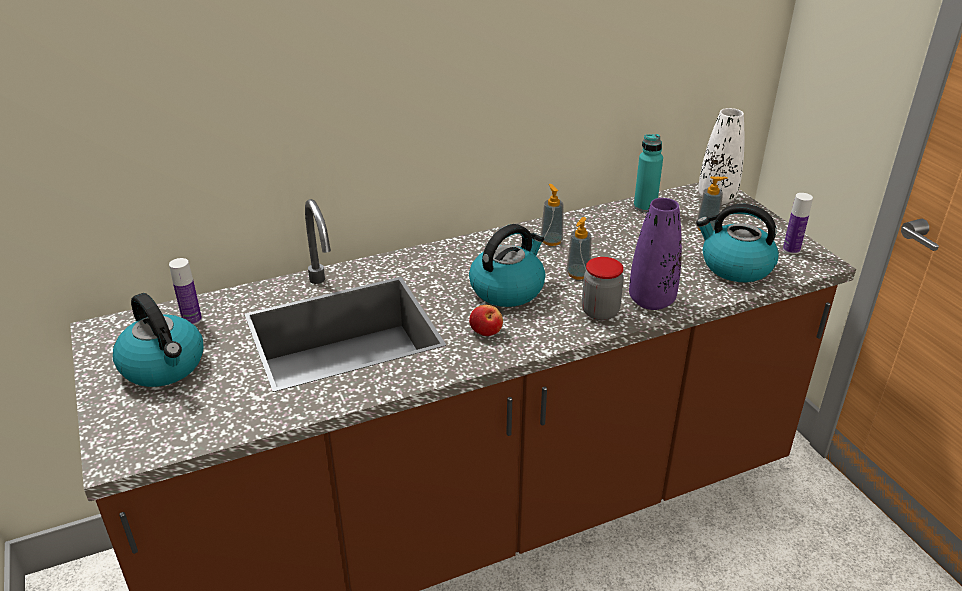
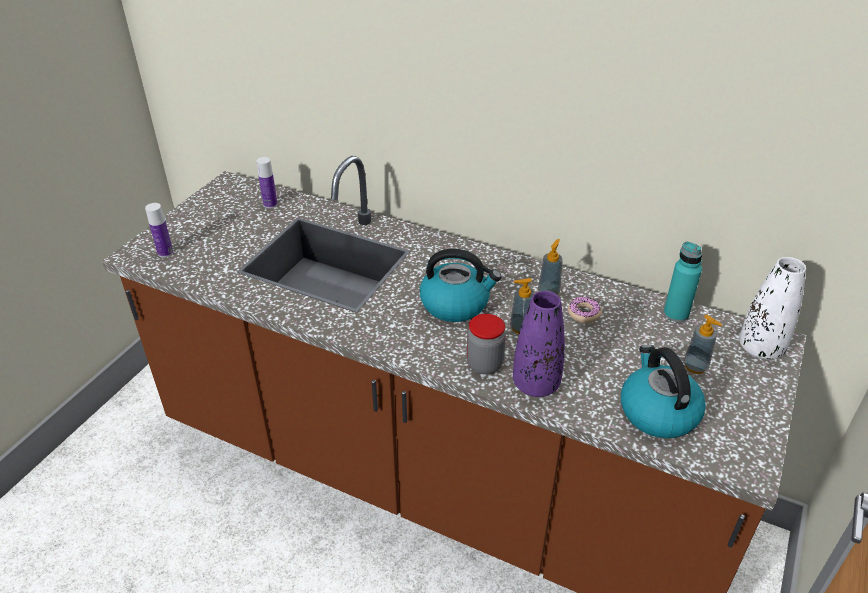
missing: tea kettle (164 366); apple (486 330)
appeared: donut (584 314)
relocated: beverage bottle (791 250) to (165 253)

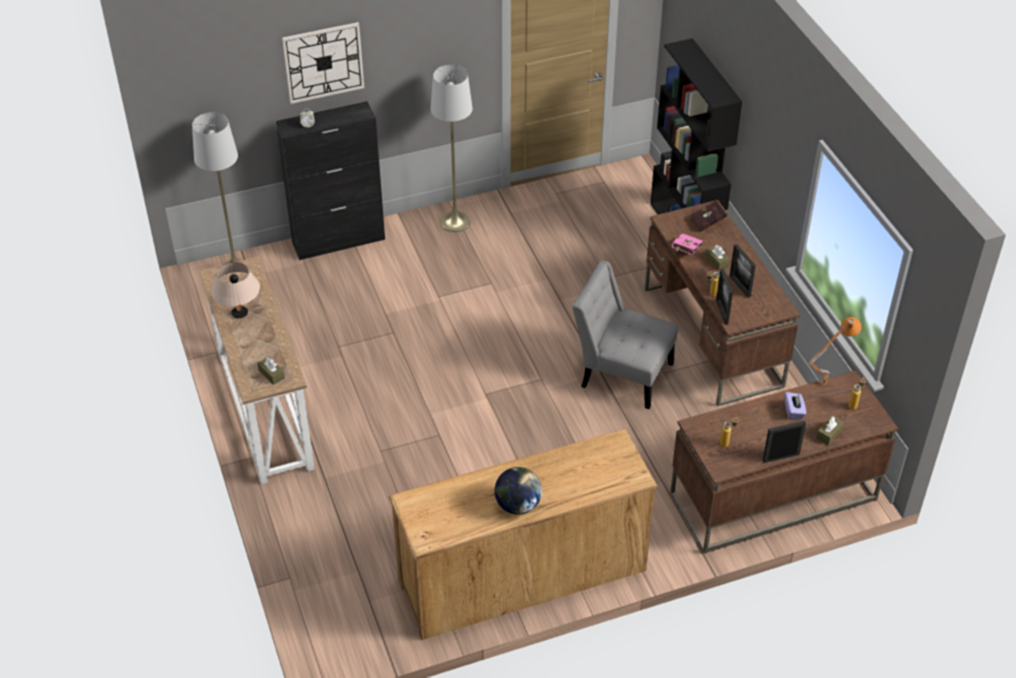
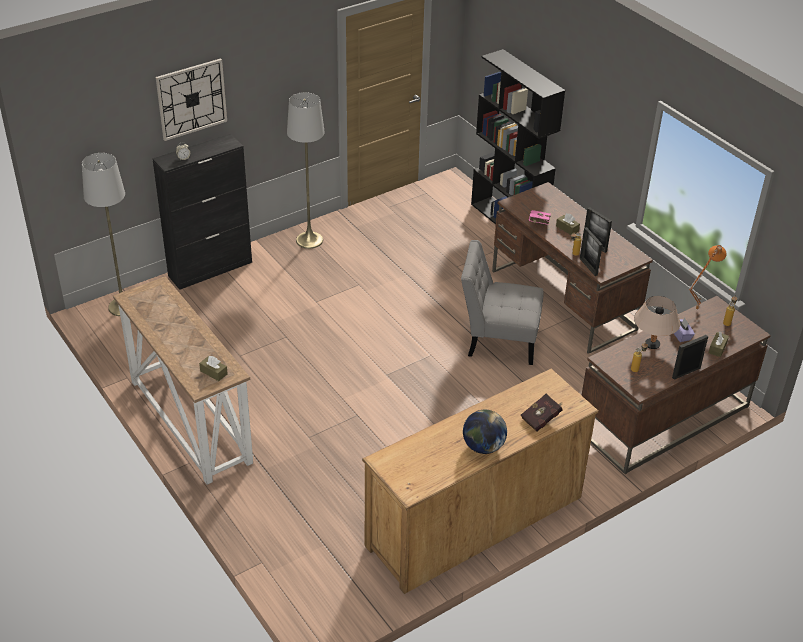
relocated: lamp for a table in beige-coloured (240 313) to (652 344); volume in red-coloured (709 223) to (542 419)

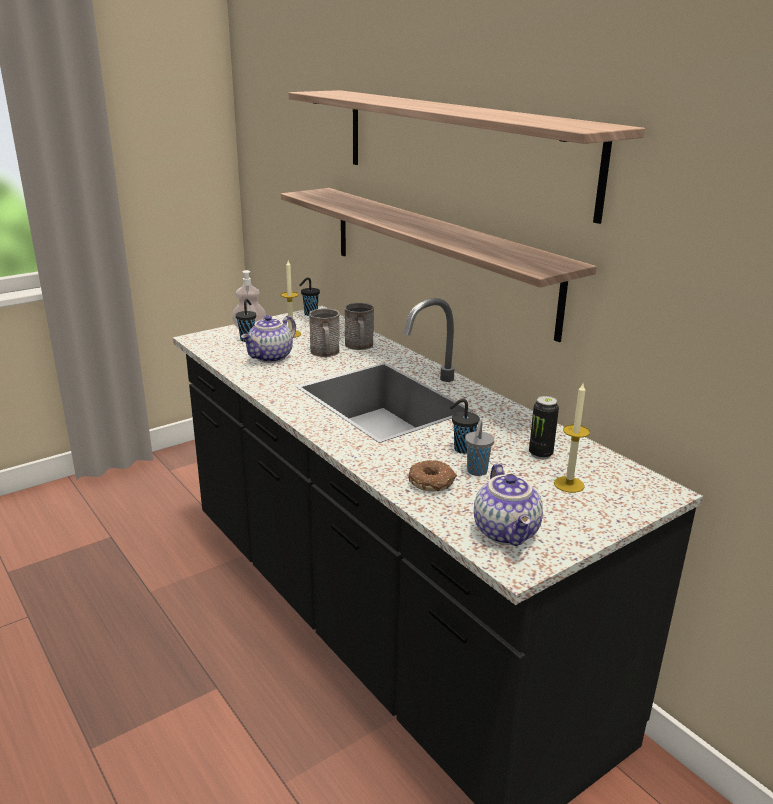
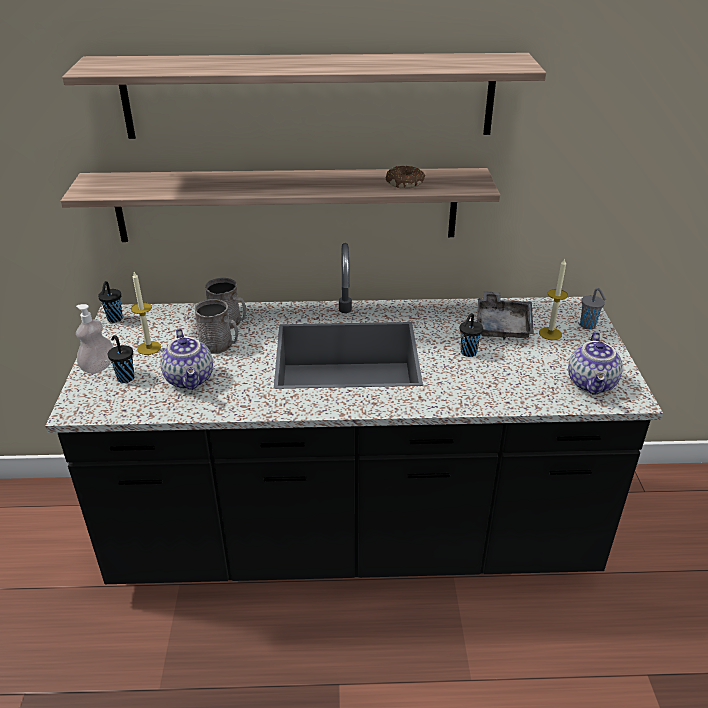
relocated: donut (432 482) to (405 183); small cup in greyish (476 472) to (588 326)
exchanged: can (540 454) to serving tray in greyish (502 325)
spun: teapot (507 532) = (592 384) 75 degrees clockwise

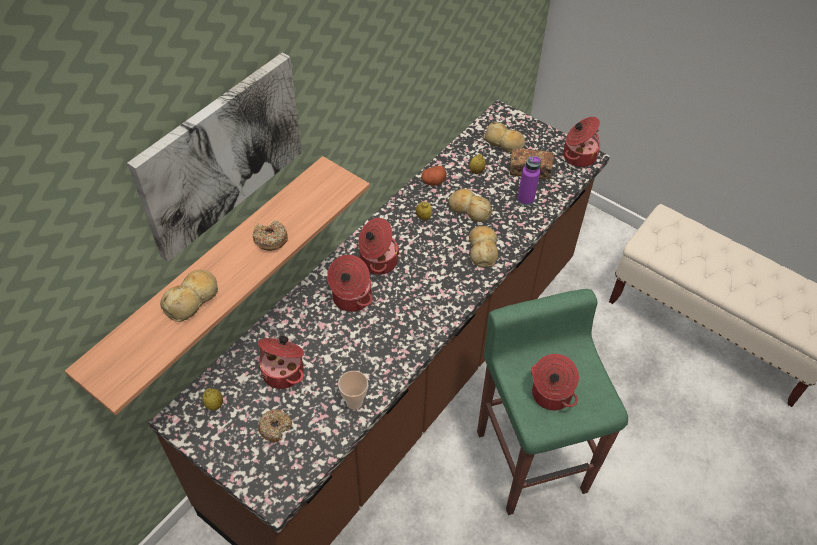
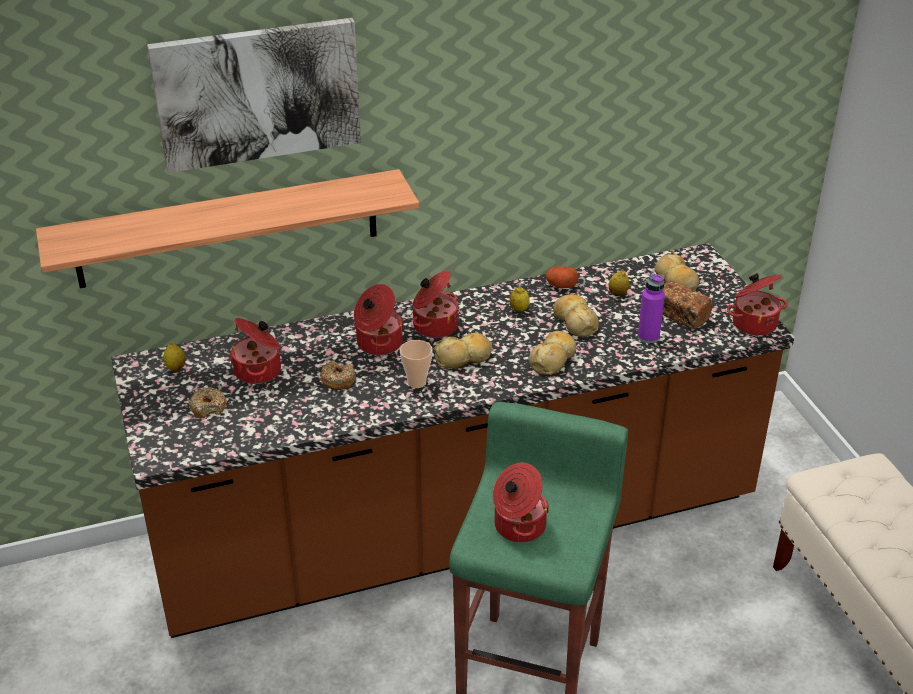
relocated: bread (192 300) to (464 358); donut (270 239) to (338 380); small cup (354 402) to (416 382)

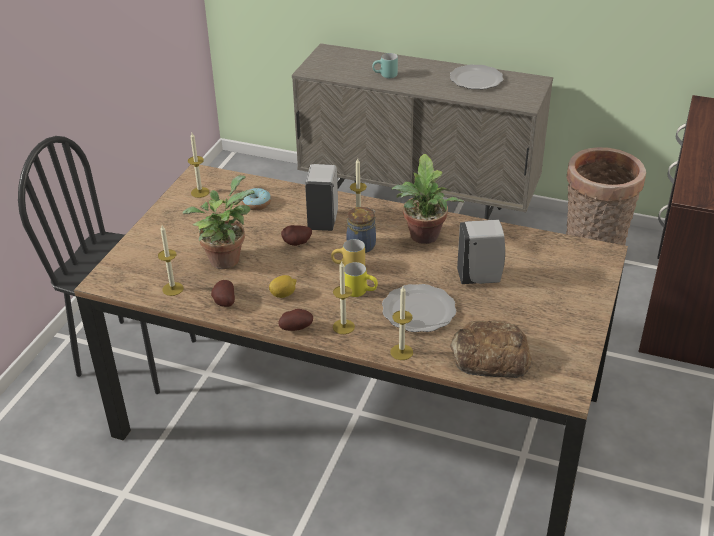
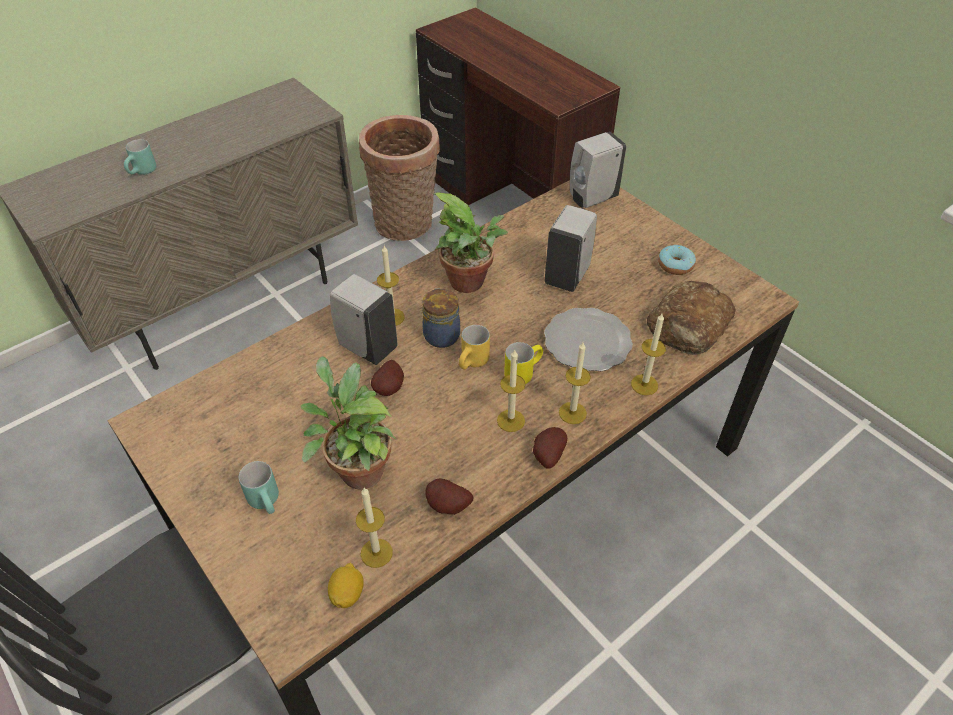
missing: flat dish (476 79)
appeared: tea mug in turquoise-coloured (268 502); soap dispenser in white (591 199)
relocated: wax light (200 192) to (510 420); donut (256 204) to (675 265); citrus fruit (283 294) to (347 593)

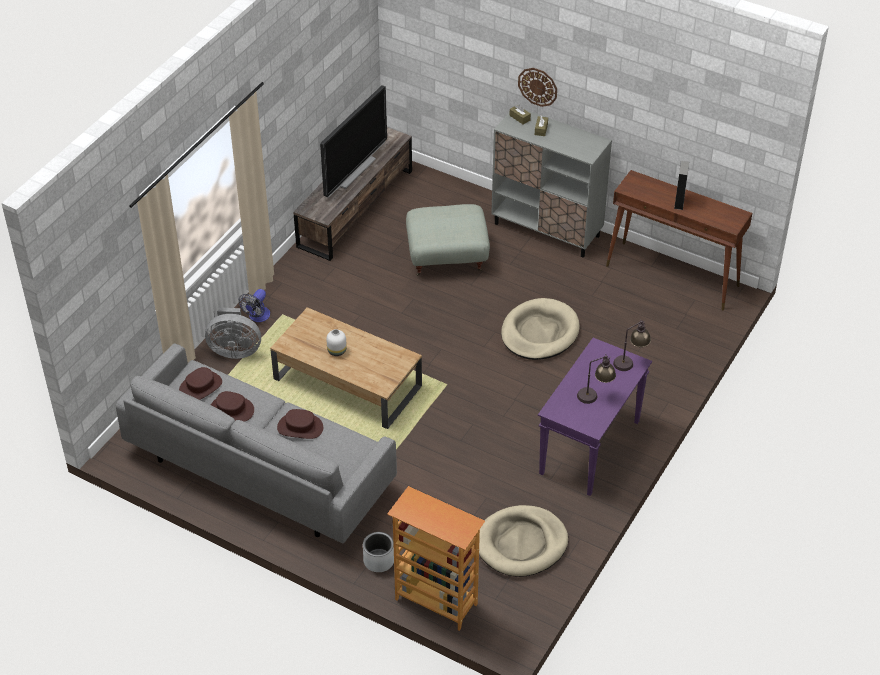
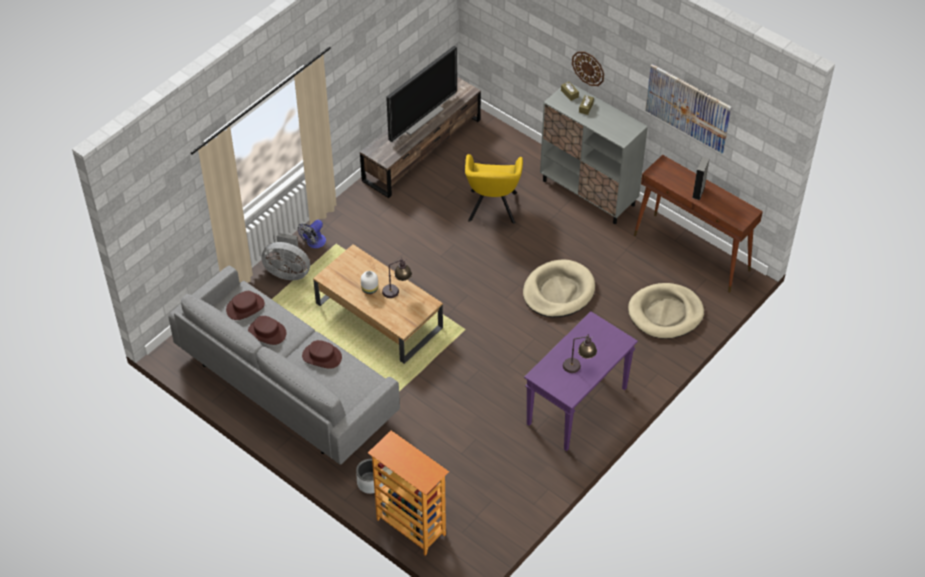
appeared: wall art (688 107)
relocated: dog bed in beige-coloured (521 544) to (665 313); lamp for a table (630 362) to (397 290)
exchanged: pouffe in greyish (447 258) to lounge chair in yellowish (492 209)

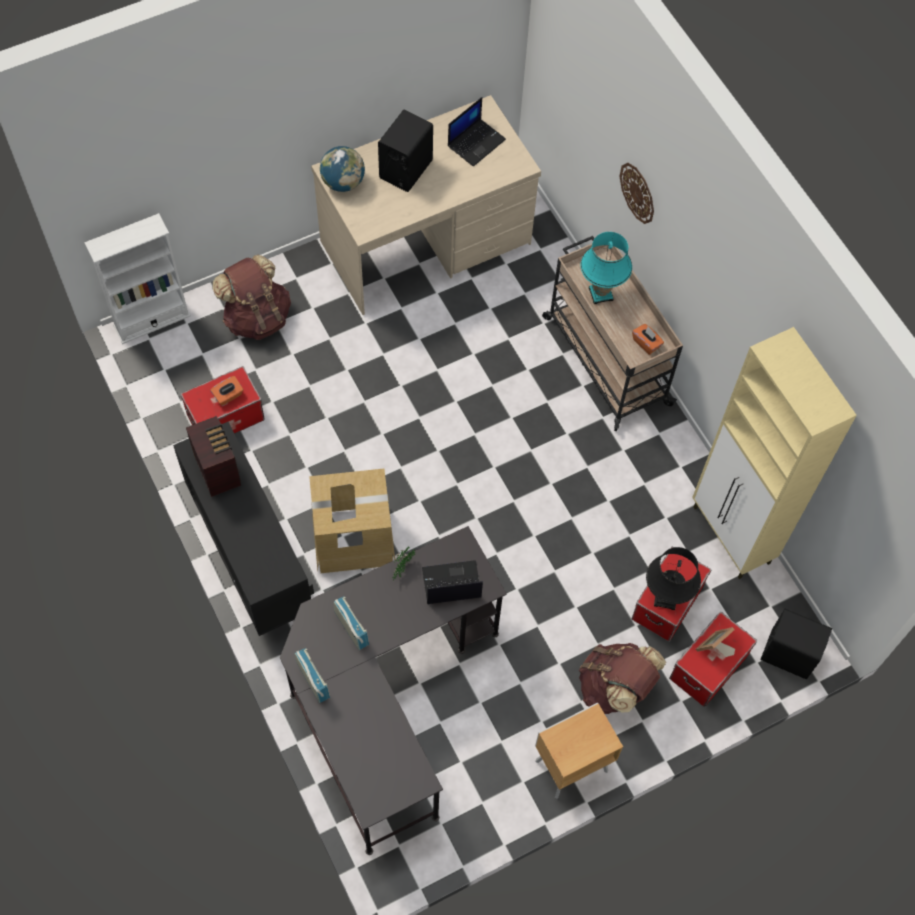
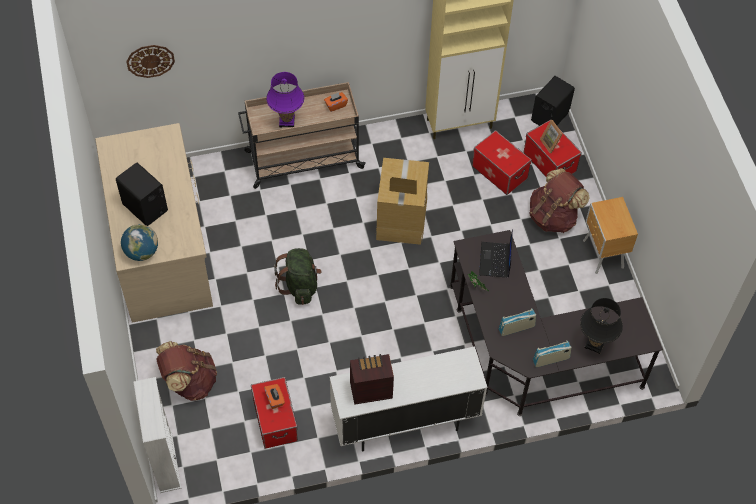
missing: laptop (476 142)
appeared: knapsack in green (300 285)
relocated: carton (353 538) to (400 218); hanging clock (637 193) to (150 60); lamp for a table in black-coloured (665 598) to (595 344)
colour: cabinet in black-coloured (251 560) to cabinet in white (405 423); lamp for a table in turquoise-coloured (601 294) to lamp for a table in purplish (287 121)

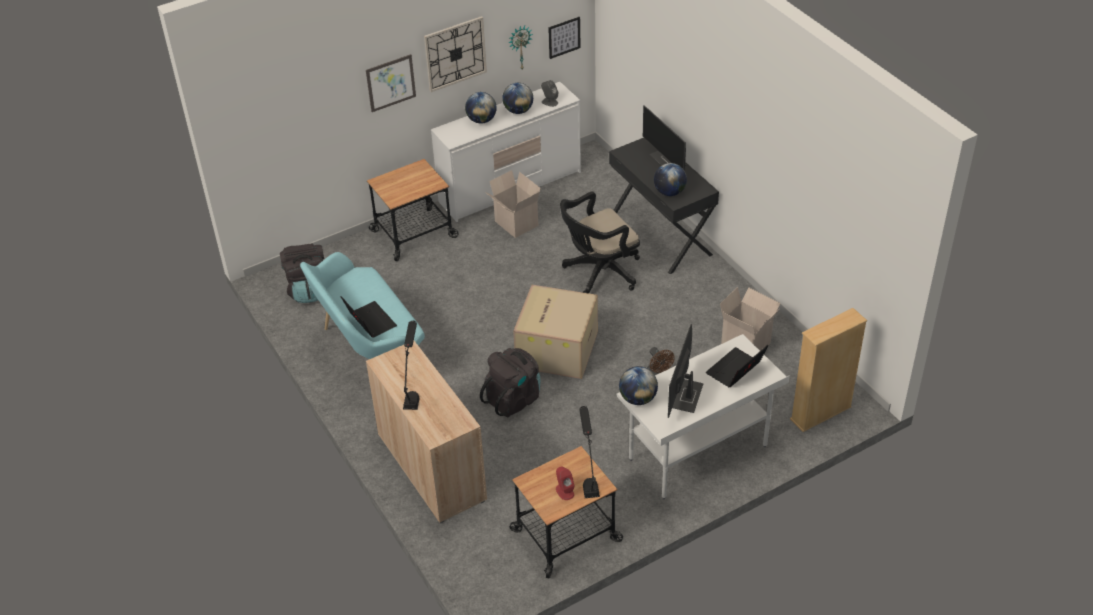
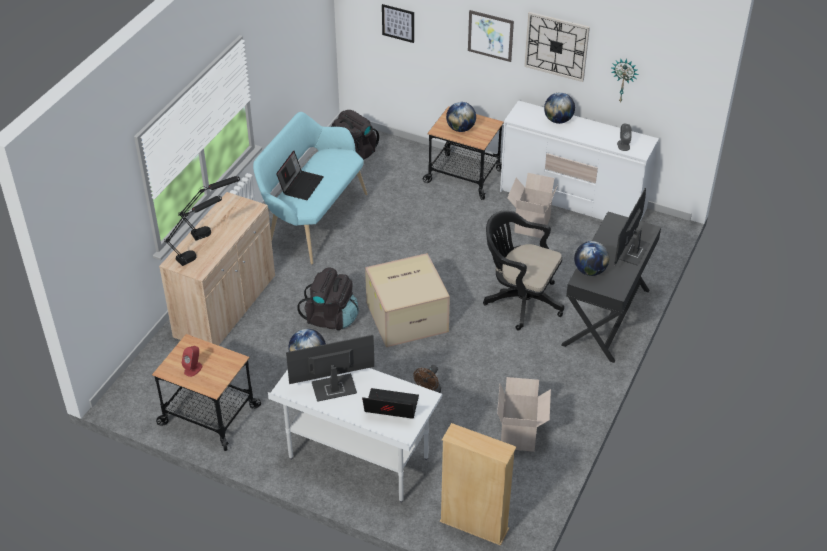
relocated: desk globe (518 111) to (460 129); wall art (564 37) to (398 23); lamp for a table in black-coloured (588 477) to (198 252)

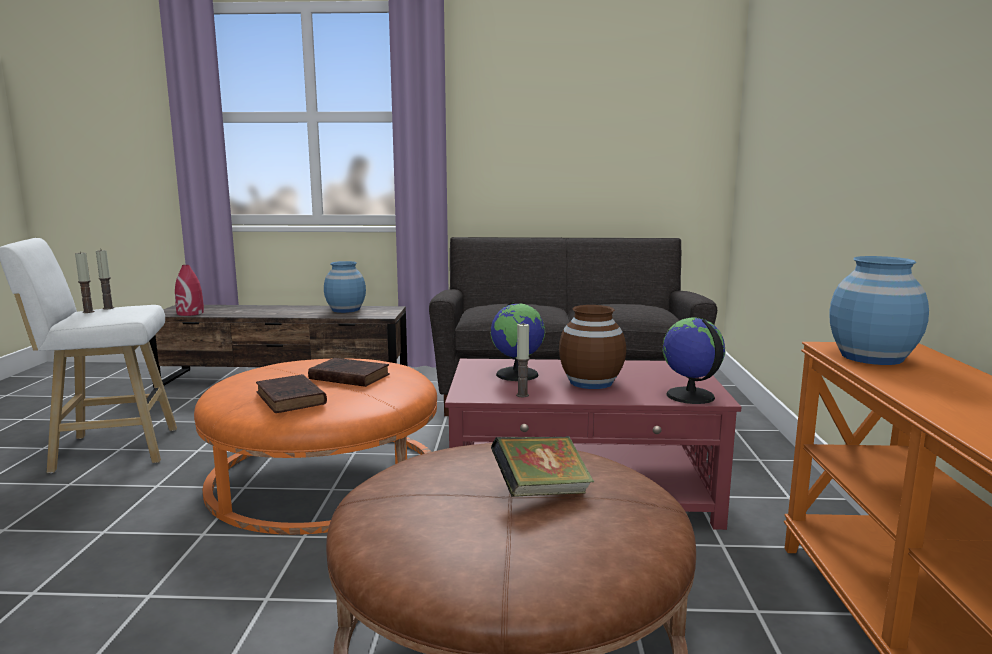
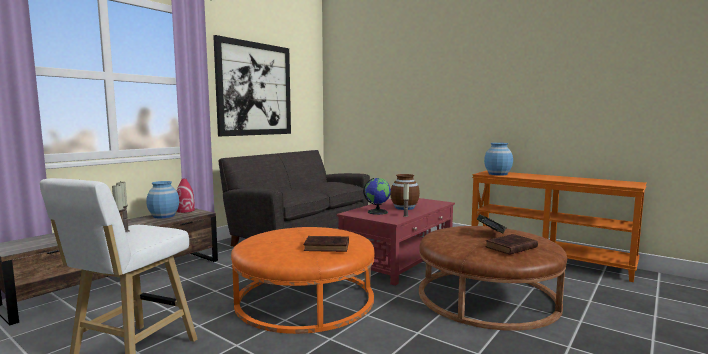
missing: desk globe (689 396)
appeared: wall art (254 89)
relocated: flower vase in red-coloured (190 313) to (185 210); volume in brown-coloured (347 377) to (510 247)

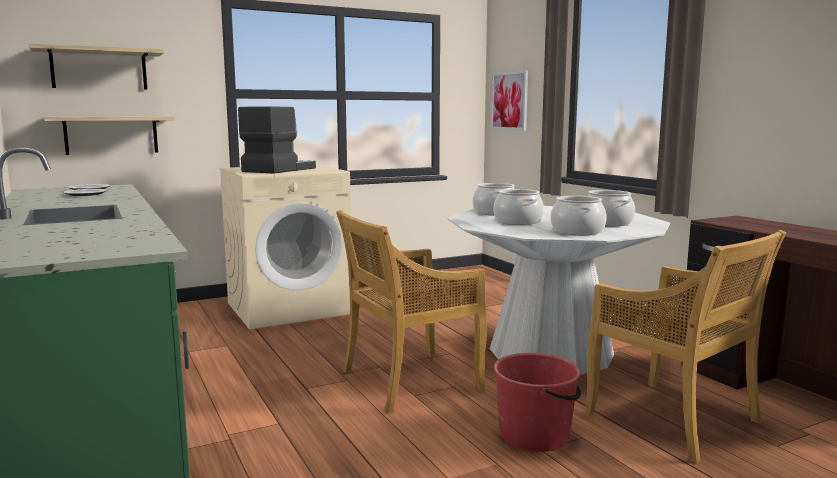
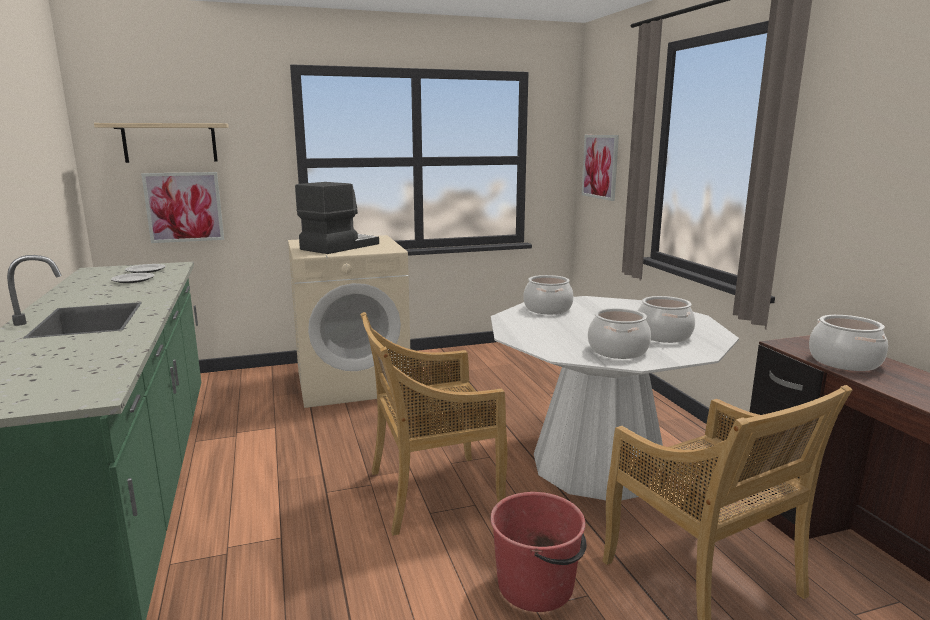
relocated: saucepot (517 221) to (843 361)
exchanged: wall shelf (111 135) to wall art (184 207)

